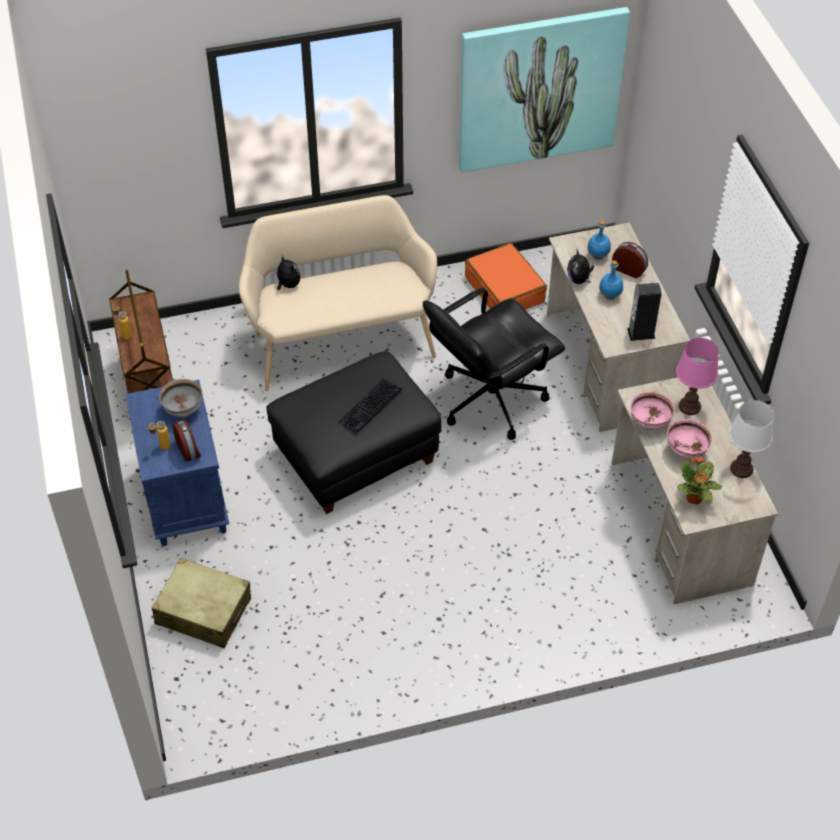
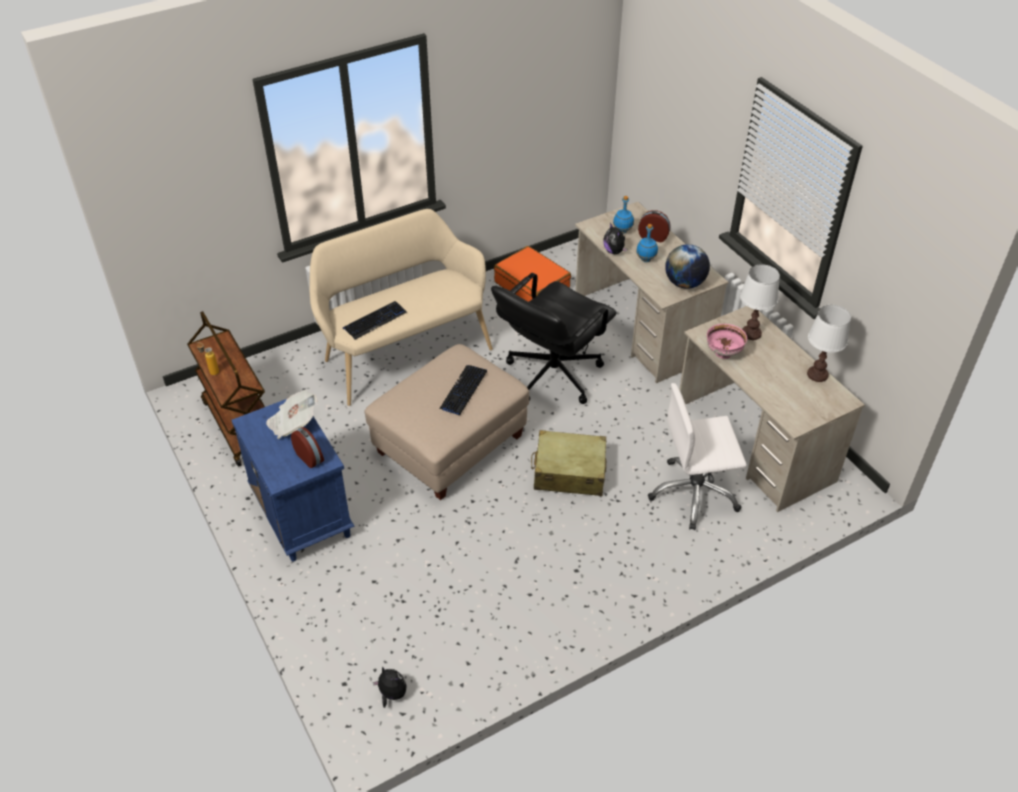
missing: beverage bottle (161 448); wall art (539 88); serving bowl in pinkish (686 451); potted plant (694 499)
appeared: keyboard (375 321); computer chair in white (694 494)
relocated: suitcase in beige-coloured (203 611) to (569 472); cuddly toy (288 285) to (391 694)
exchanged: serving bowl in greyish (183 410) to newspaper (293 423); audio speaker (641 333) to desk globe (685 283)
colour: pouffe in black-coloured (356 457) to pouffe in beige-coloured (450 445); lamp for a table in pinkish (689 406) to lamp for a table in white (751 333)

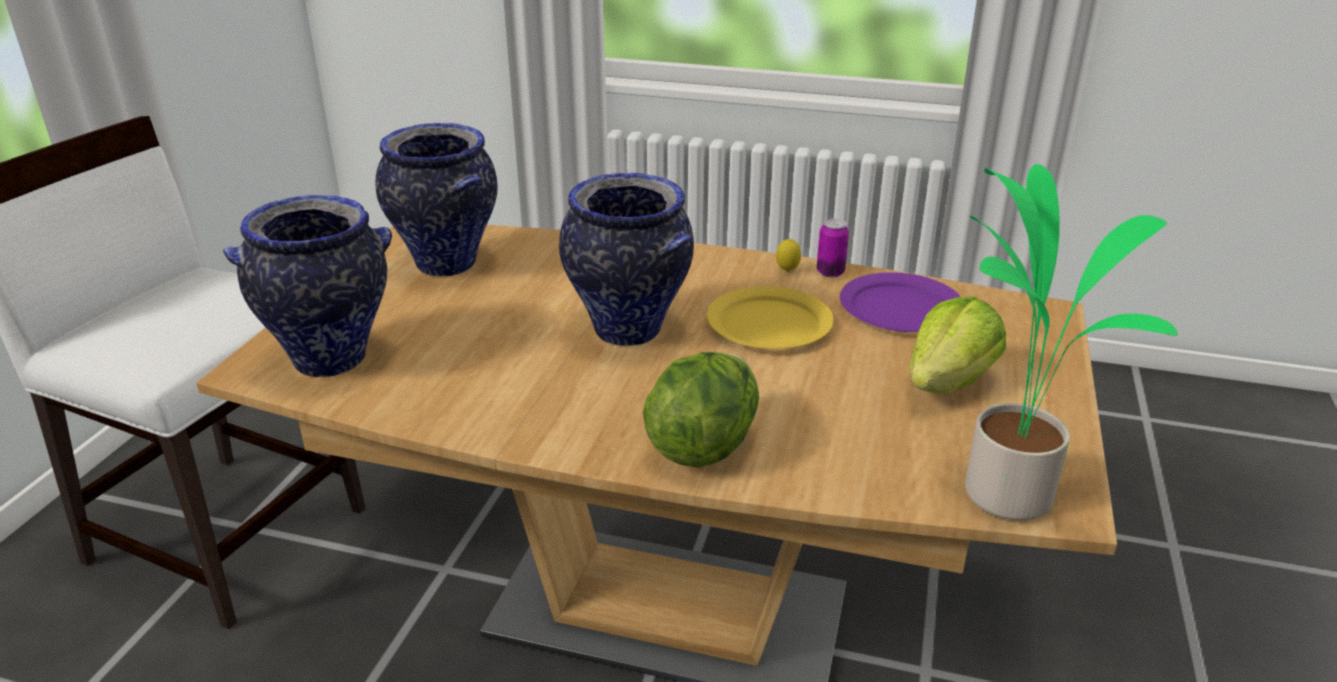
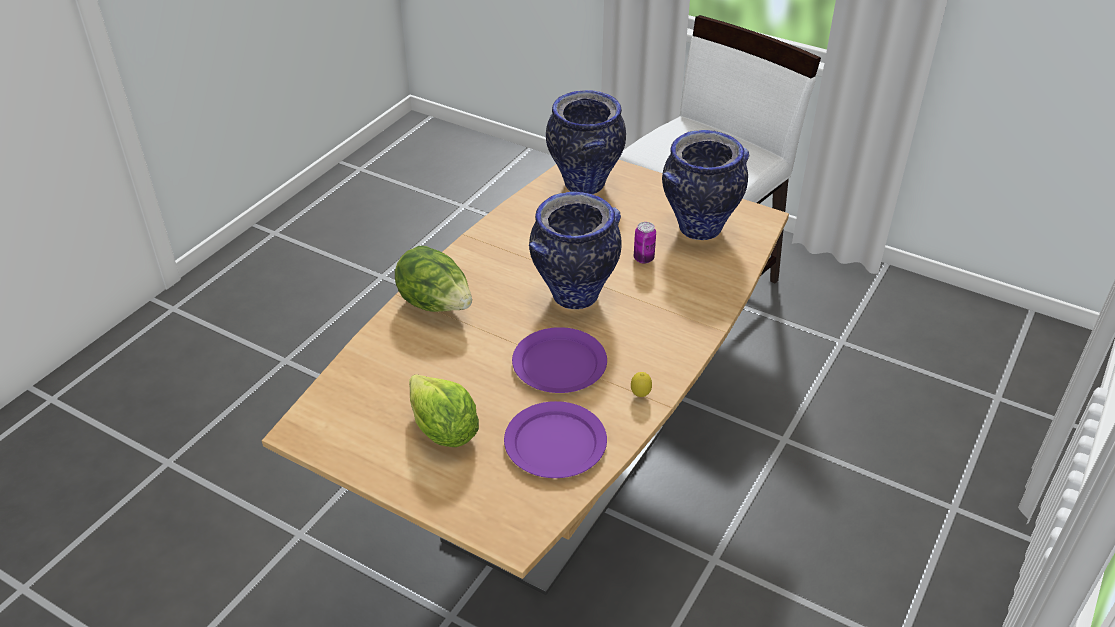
missing: potted plant (1008 491)
relocated: can (830 272) to (643 258)
colour: flat dish in yellowish (770 324) to flat dish in purplish (558 364)

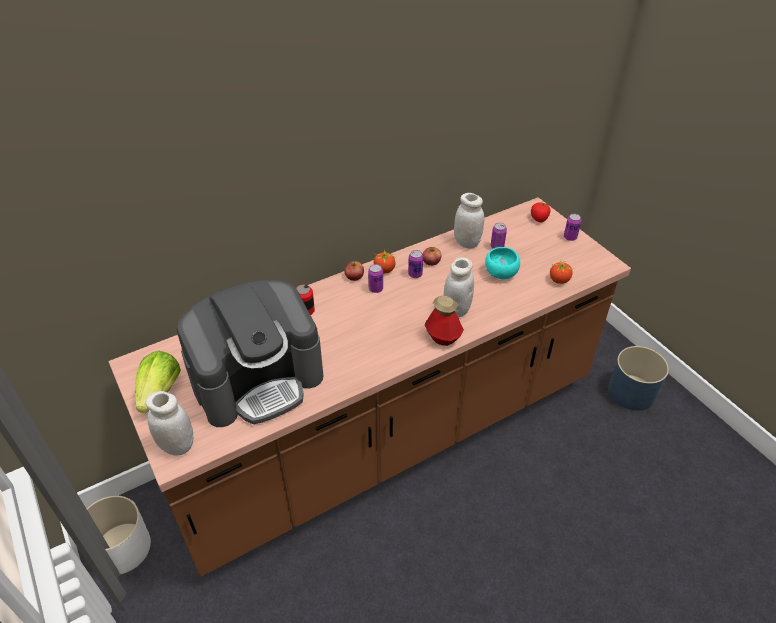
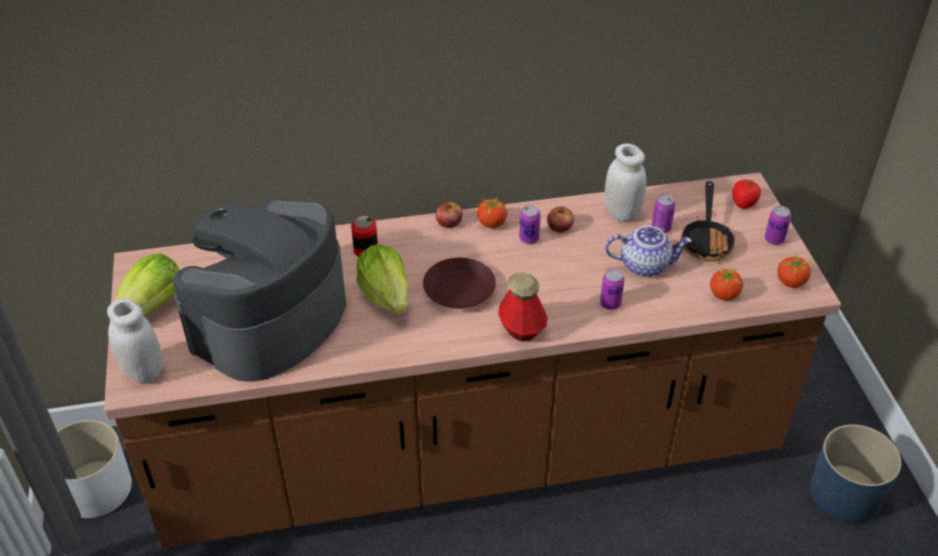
missing: storage jar in white (456 310)
appeared: lettuce head (386 295); flat dish in brown-coloured (458 289); frying pan (706 239); whole tomato (791 282)
relocated: can (375 289) to (610 303)
exchanged: serving bowl in turquoise-coloured (500 273) to teapot (645 265)
spun: coffee maker (258 379) = (269 320) 135 degrees clockwise

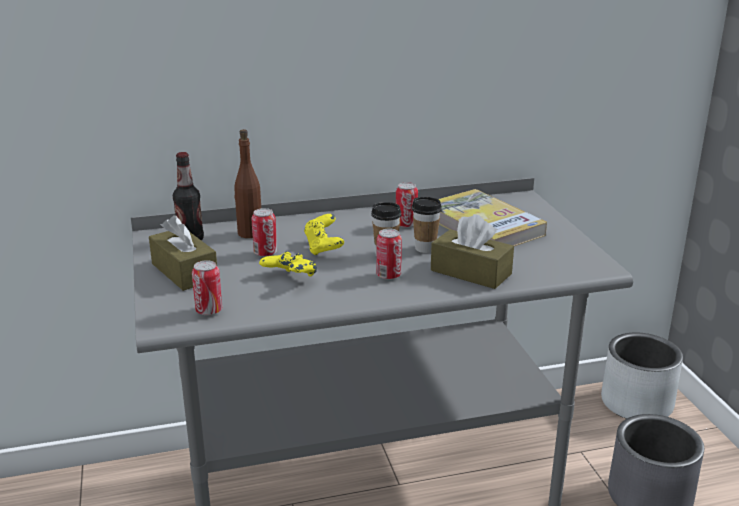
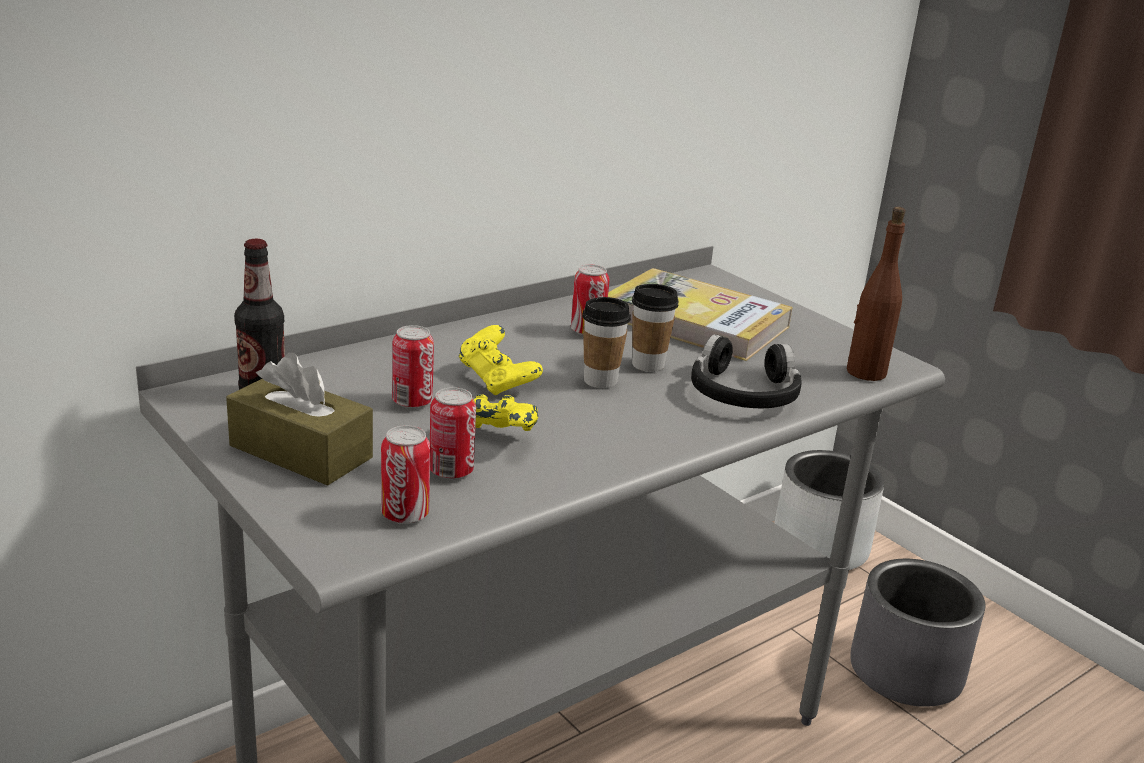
relocated: beverage bottle in brown-coloured (249 233) to (865 372); can (388 275) to (451 471)
exchanged: tissue holder in brown-coloured (471 272) to headset in black-coloured (743 393)

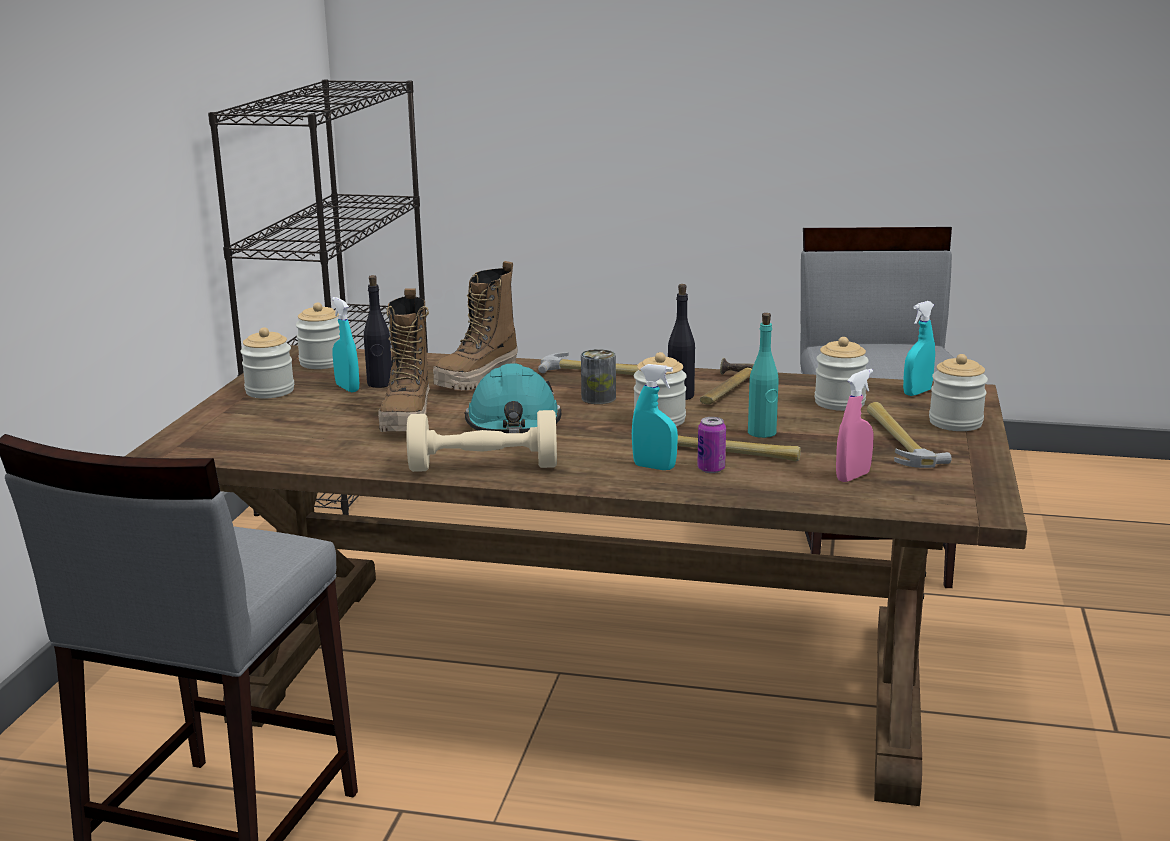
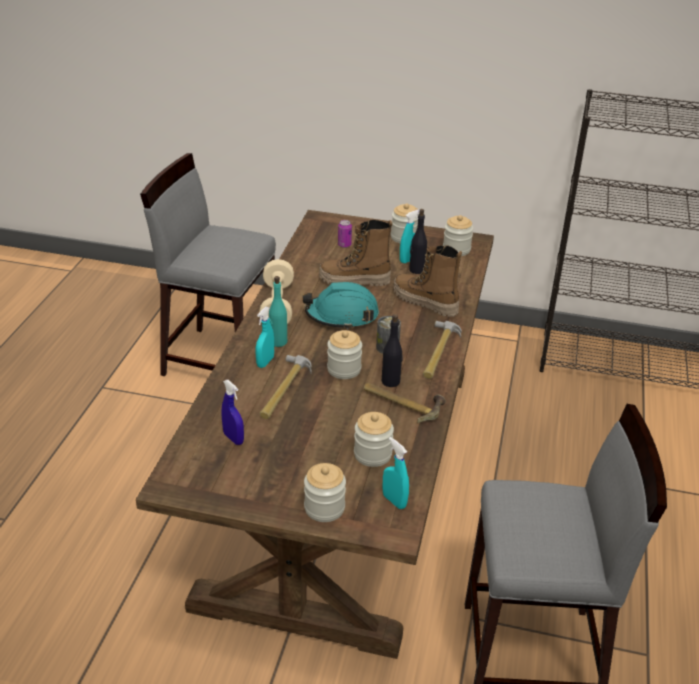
missing: tool hammer (899 440)
relocated: can (711 469) to (344 245); beverage bottle in turquoise-coloured (762 433) to (278 342)
colour: sprayer in pinkish (853 476) to sprayer in blue-coloured (233 438)

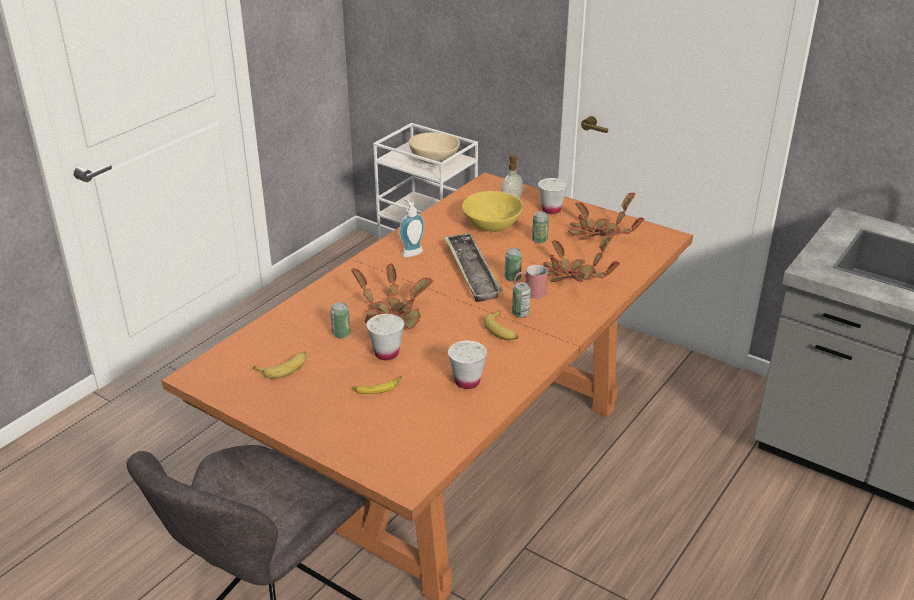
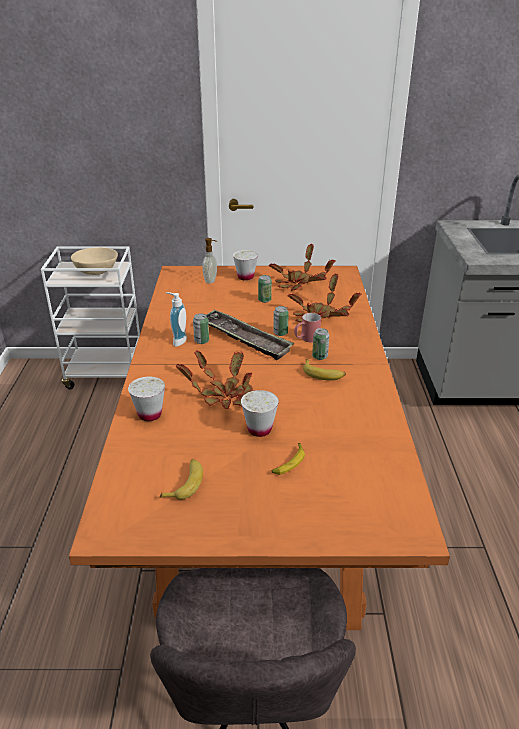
missing: serving bowl in yellowish (492 225)
relocated: can (341 334) to (201 341); small cup in white (467 382) to (150 415)

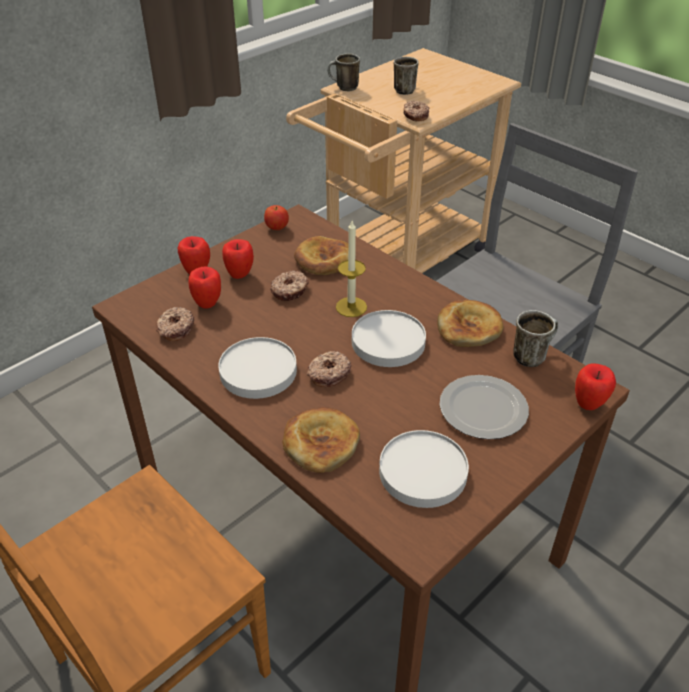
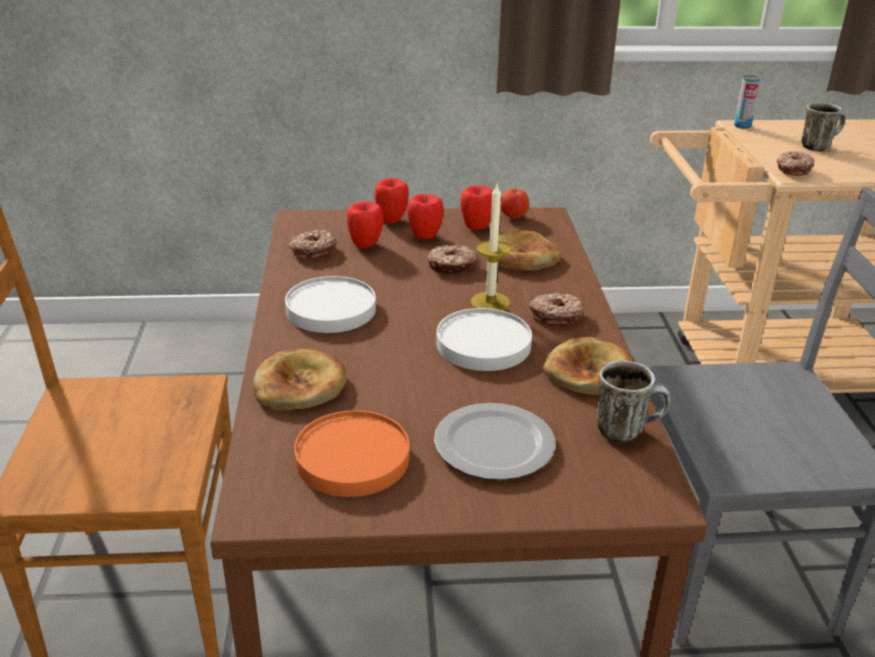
relocated: donut (328 373) to (555 316); apple (589 404) to (476 227)
exchanged: tea mug (343 88) to can (742 126)
colour: flat dish in white (423 471) to flat dish in orangey (353 458)

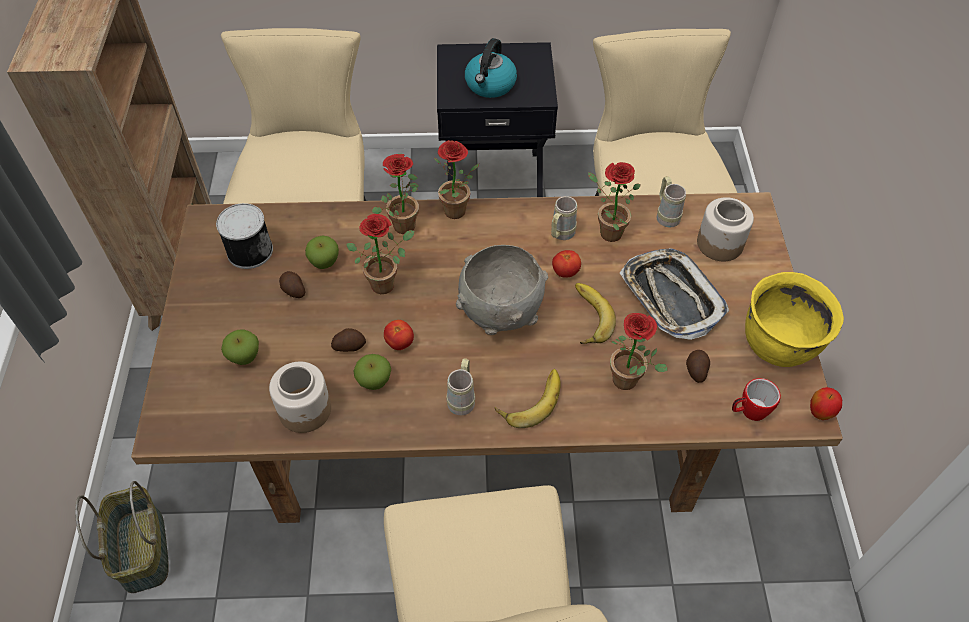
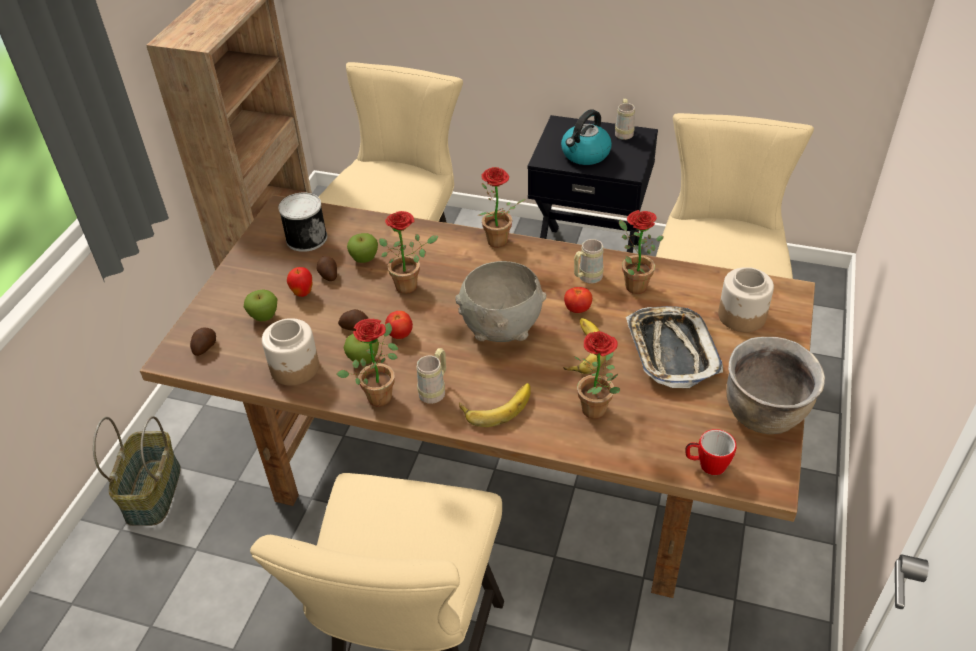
relocated: potted plant (403 222) to (380 393); tea mug in beige-coloured (666 215) to (624 132); whole potato (696 370) to (204 347); apple (819 413) to (302 293)
colour: saucepot in yellowish (779 344) to saucepot in brown-coloured (764 414)

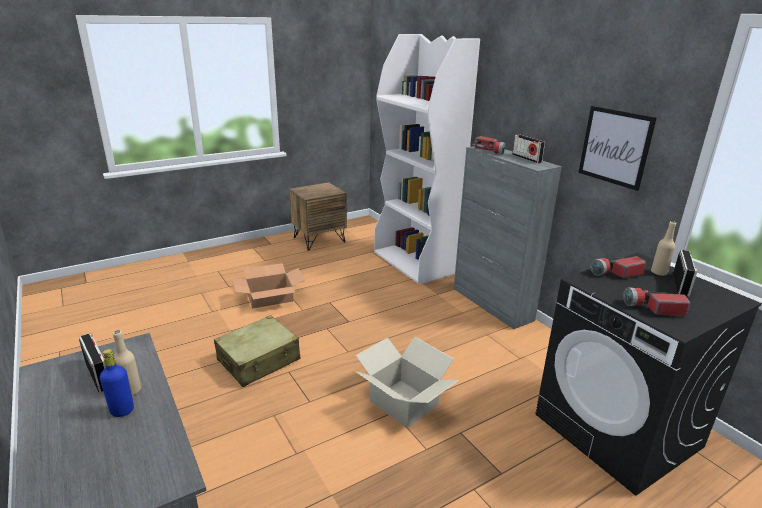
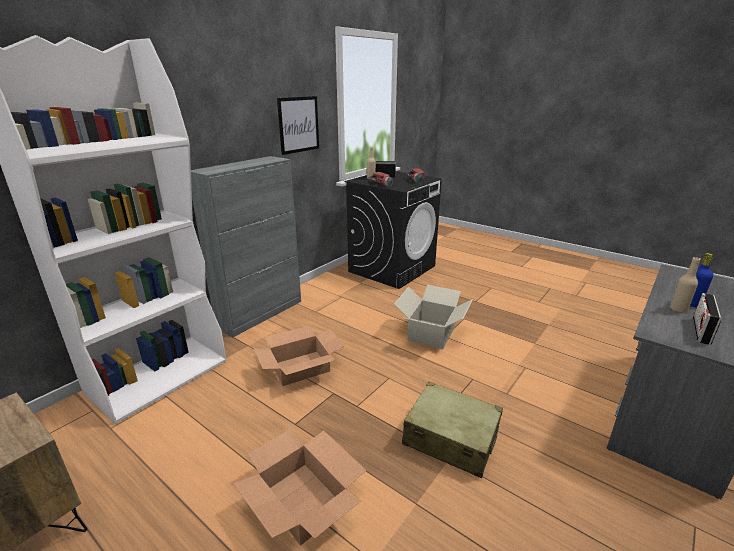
missing: flashlight (489 151); radio receiver (526 158)
appeared: carton (300 367)

